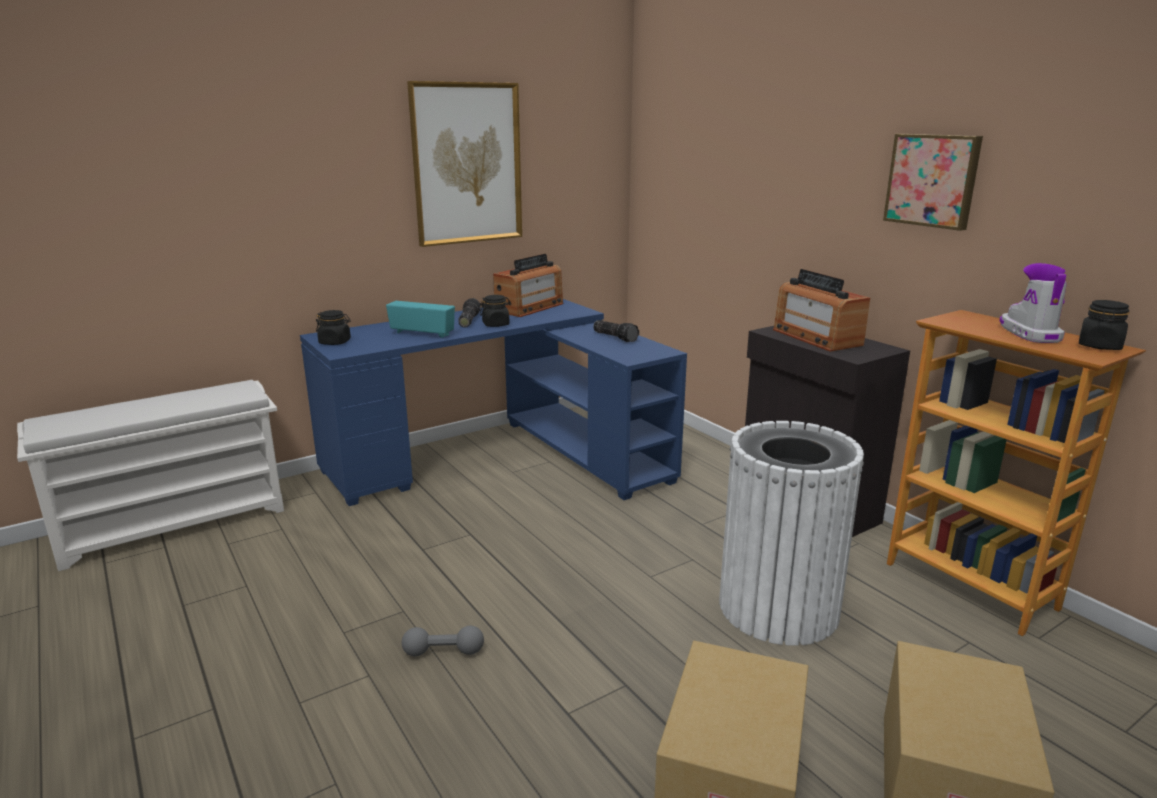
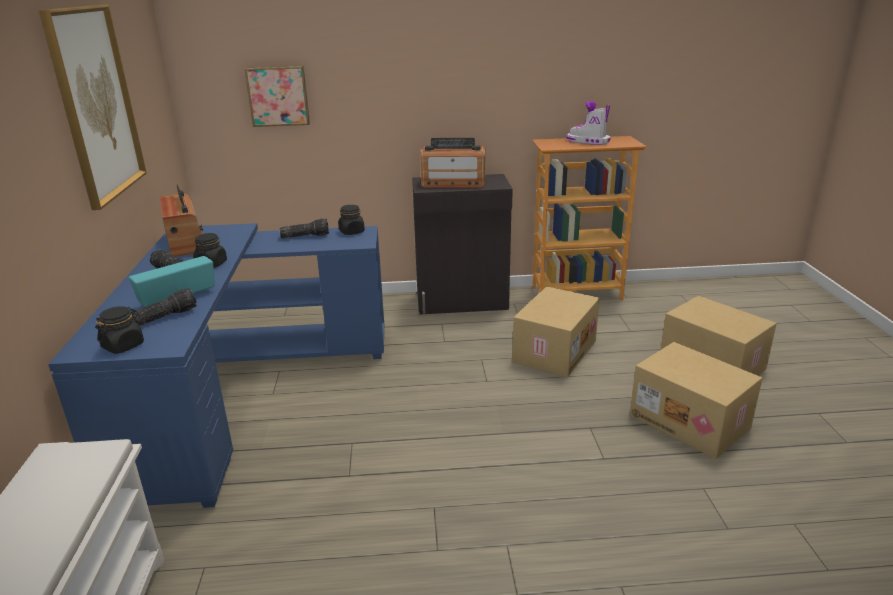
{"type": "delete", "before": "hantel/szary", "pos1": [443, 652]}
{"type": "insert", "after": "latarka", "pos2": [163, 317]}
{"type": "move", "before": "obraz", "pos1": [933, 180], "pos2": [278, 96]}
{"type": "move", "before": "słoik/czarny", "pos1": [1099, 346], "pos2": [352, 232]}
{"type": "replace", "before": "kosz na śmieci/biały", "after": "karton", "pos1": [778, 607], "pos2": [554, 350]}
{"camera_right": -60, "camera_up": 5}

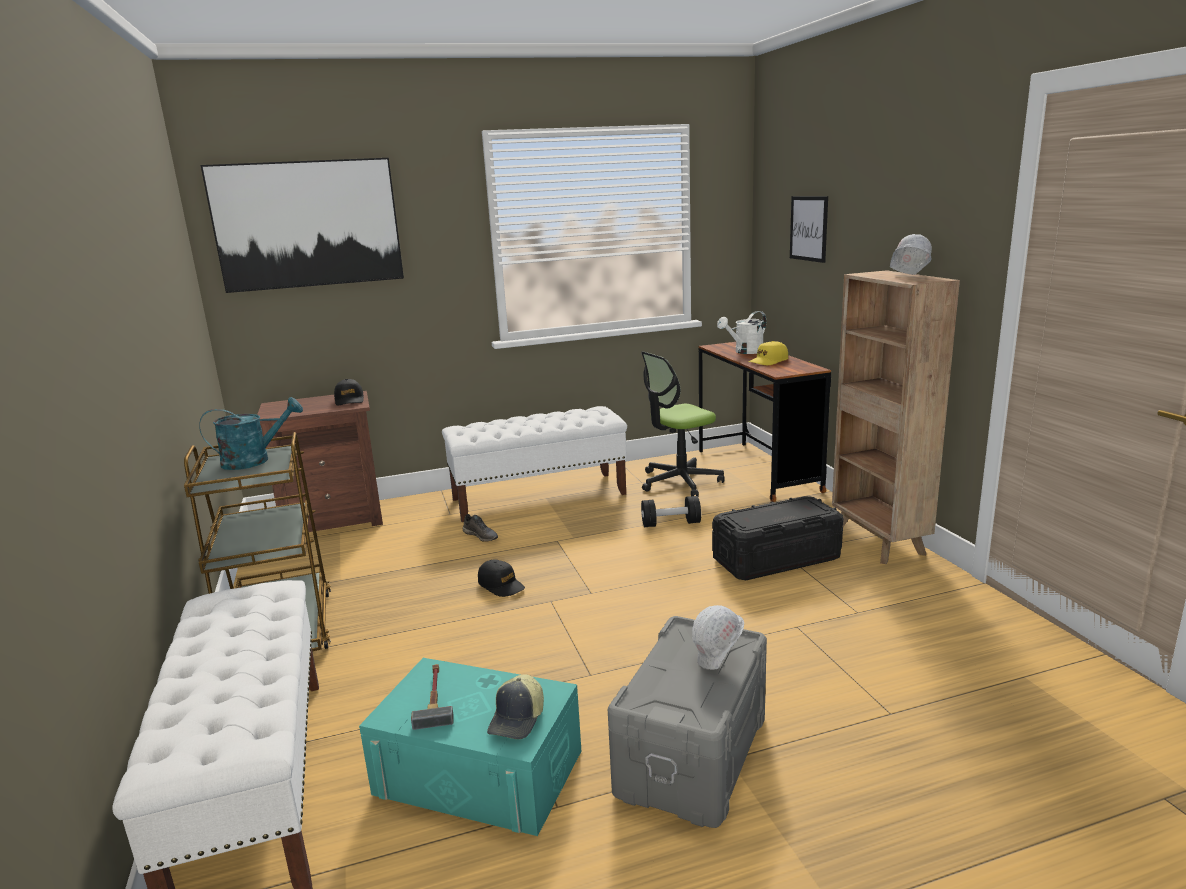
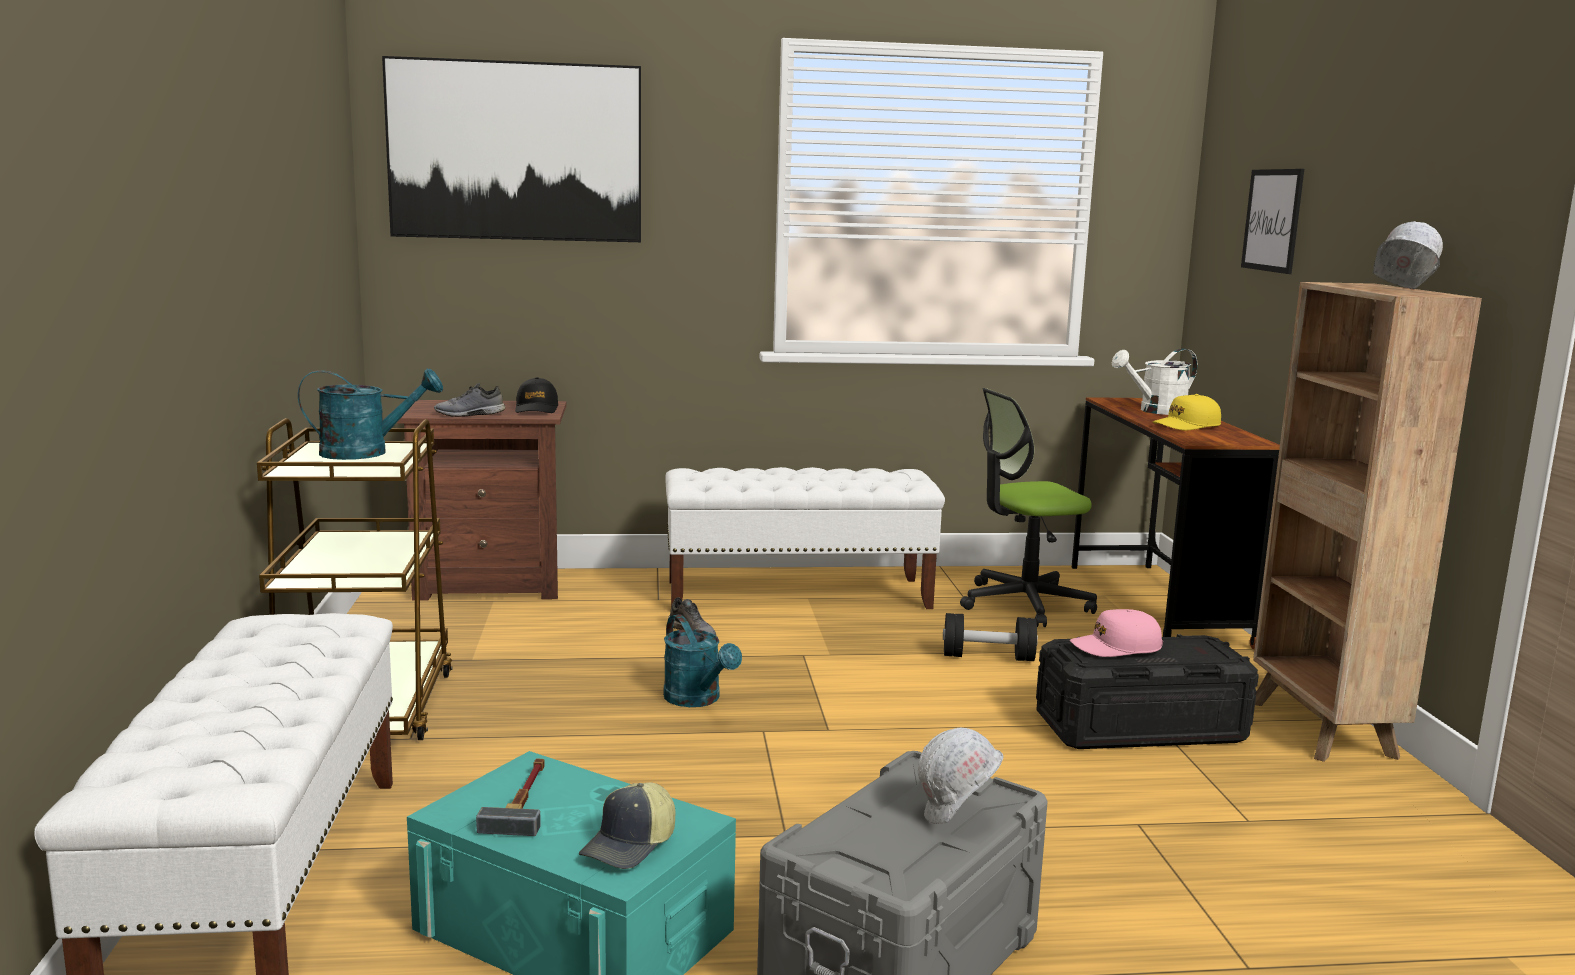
{"type": "insert", "after": "but/szary", "pos2": [469, 414]}
{"type": "insert", "after": "czapka z daszkiem/różowy", "pos2": [1116, 647]}
{"type": "replace", "before": "czapka z daszkiem/czarny", "after": "konewka/turkusowy", "pos1": [501, 585], "pos2": [698, 700]}
{"camera_right": 10, "camera_up": -5}

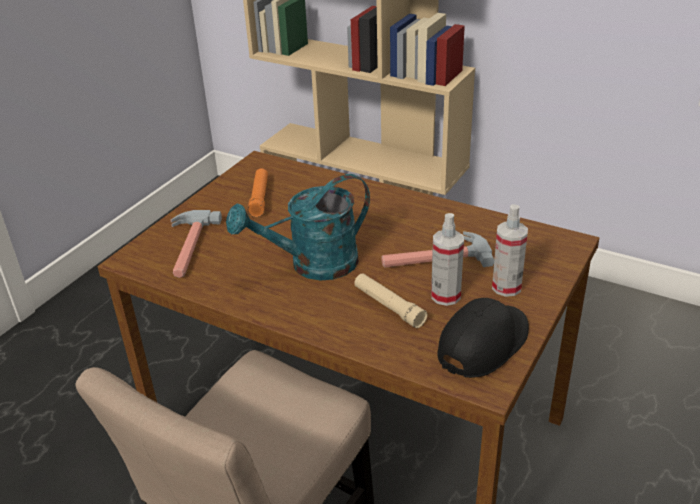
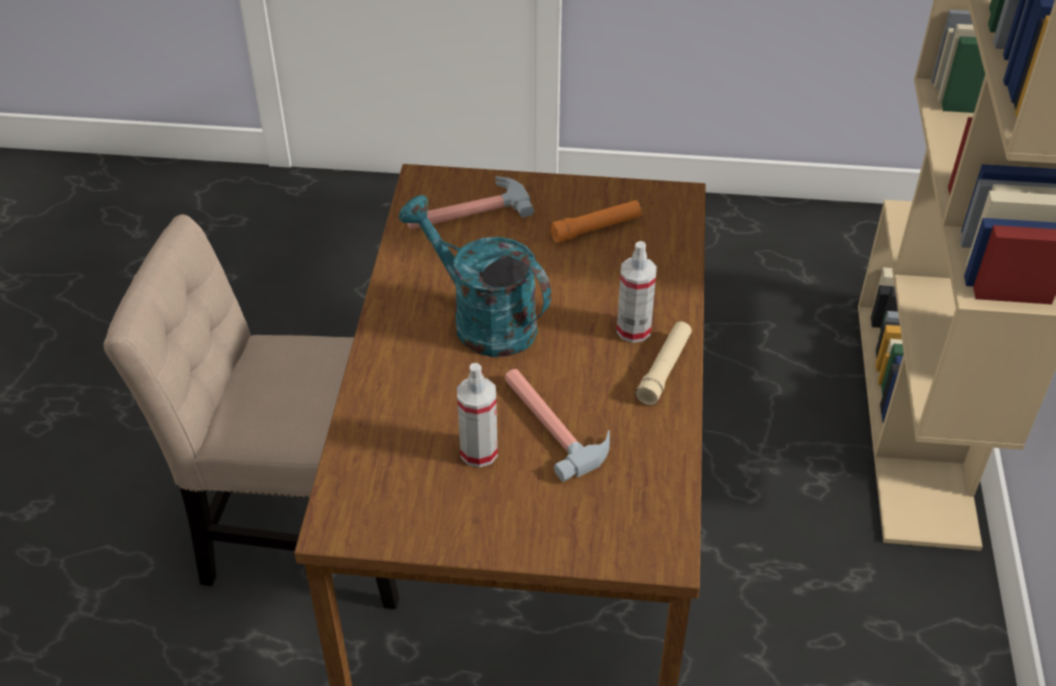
{"type": "delete", "before": "czapka z daszkiem/czarny", "pos1": [483, 344]}
{"type": "move", "before": "latarka/beżowy", "pos1": [388, 306], "pos2": [664, 369]}
{"type": "move", "before": "spryskiwacz", "pos1": [506, 287], "pos2": [633, 330]}
{"camera_right": 65, "camera_up": 10}

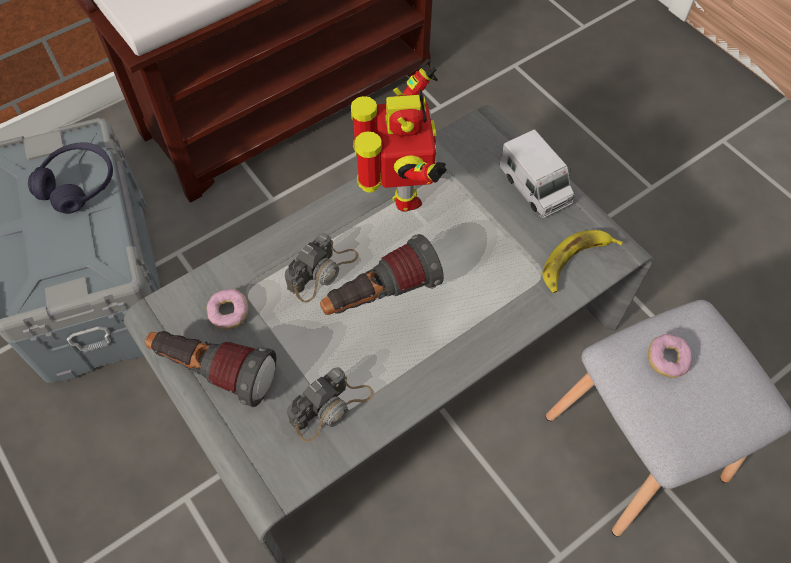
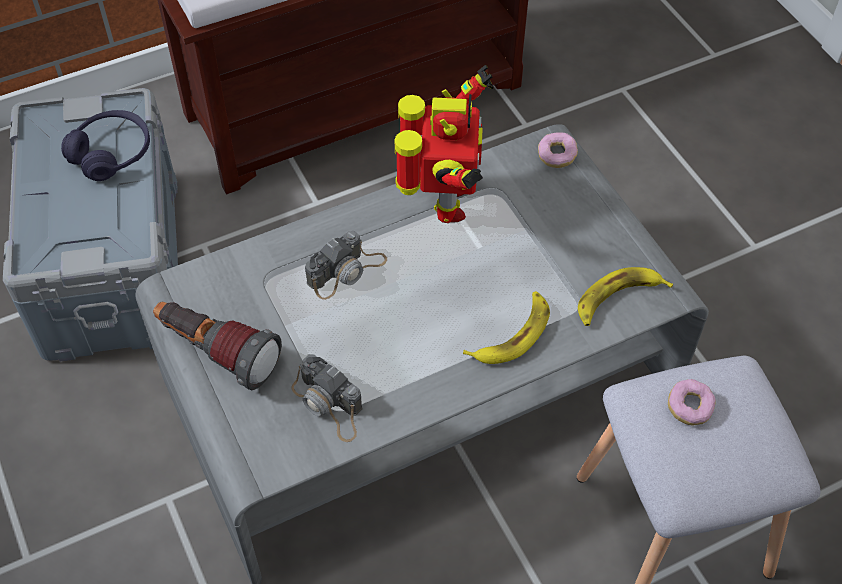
{"type": "delete", "before": "latarka", "pos1": [380, 296]}
{"type": "delete", "before": "ciężarówka zabawkowa", "pos1": [534, 187]}
{"type": "insert", "after": "banan", "pos2": [512, 334]}
{"type": "move", "before": "donut", "pos1": [229, 313], "pos2": [556, 156]}
{"type": "rotate", "before": "aparat fotograficzny", "pos1": [331, 407], "pos2": [329, 404], "turn": 75}
{"camera_right": 10, "camera_up": -5}

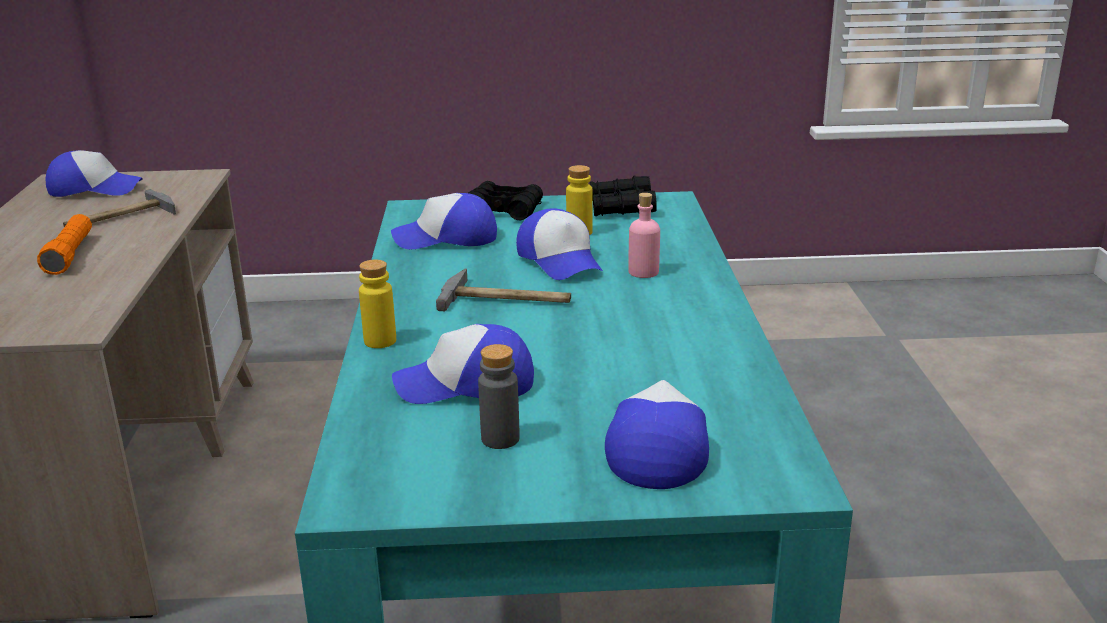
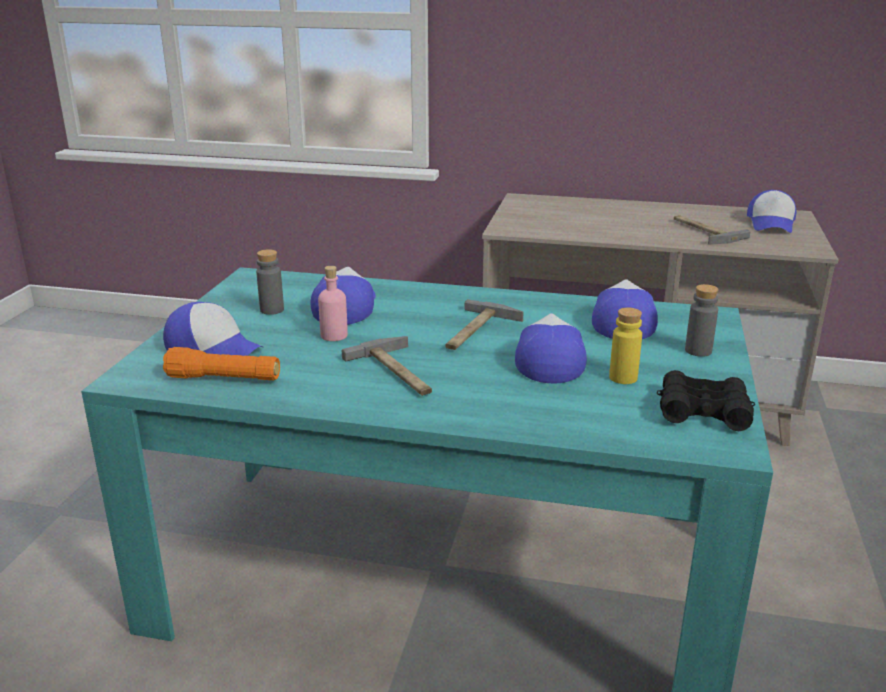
{"type": "delete", "before": "butelka/żółty", "pos1": [380, 341]}
{"type": "insert", "after": "młotek", "pos2": [399, 372]}
{"type": "move", "before": "latarka/pomarańczowy", "pos1": [70, 255], "pos2": [224, 379]}
{"type": "move", "before": "butelka/różowy", "pos1": [643, 272], "pos2": [334, 335]}
{"type": "replace", "before": "lornetka/czarny", "after": "butelka/szary", "pos1": [503, 211], "pos2": [698, 351]}
{"type": "rotate", "before": "czapka z daszkiem", "pos1": [560, 260], "pos2": [548, 360], "turn": 105}
{"camera_right": 105, "camera_up": 0}

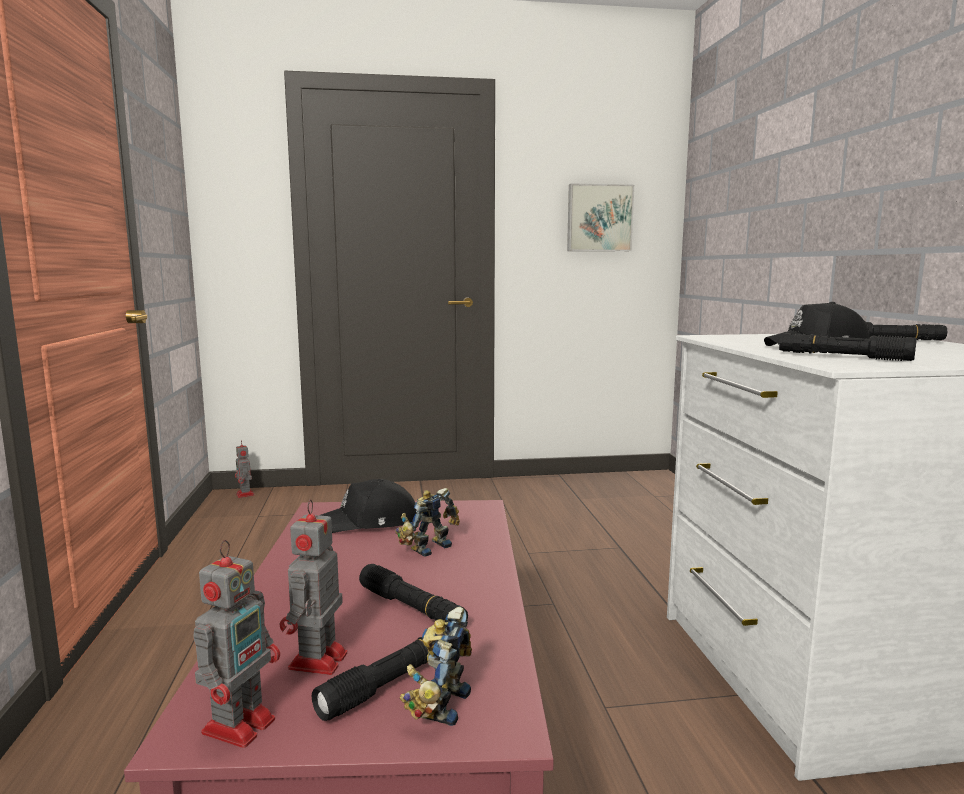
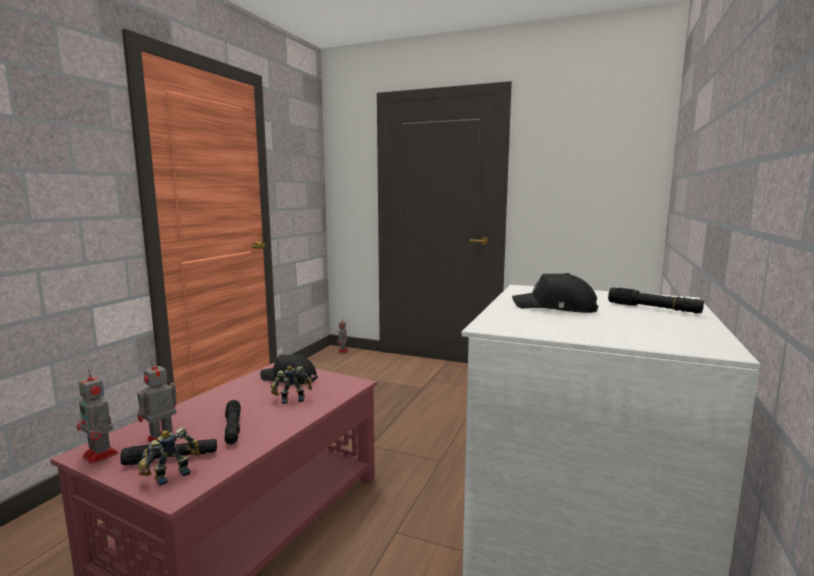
{"type": "delete", "before": "obraz", "pos1": [599, 218]}
{"type": "delete", "before": "latarka/czarny", "pos1": [842, 357]}
{"type": "rotate", "before": "robot zabawkowy", "pos1": [241, 723], "pos2": [101, 455], "turn": 75}
{"camera_right": 30, "camera_up": 0}

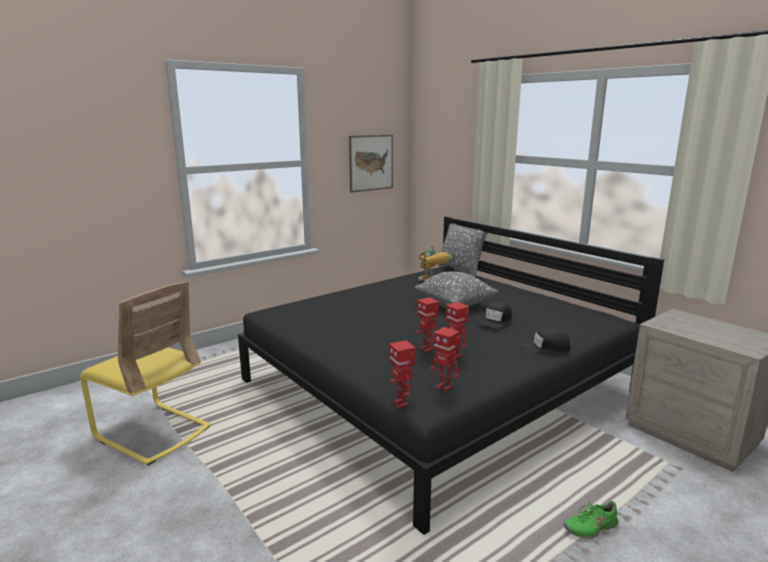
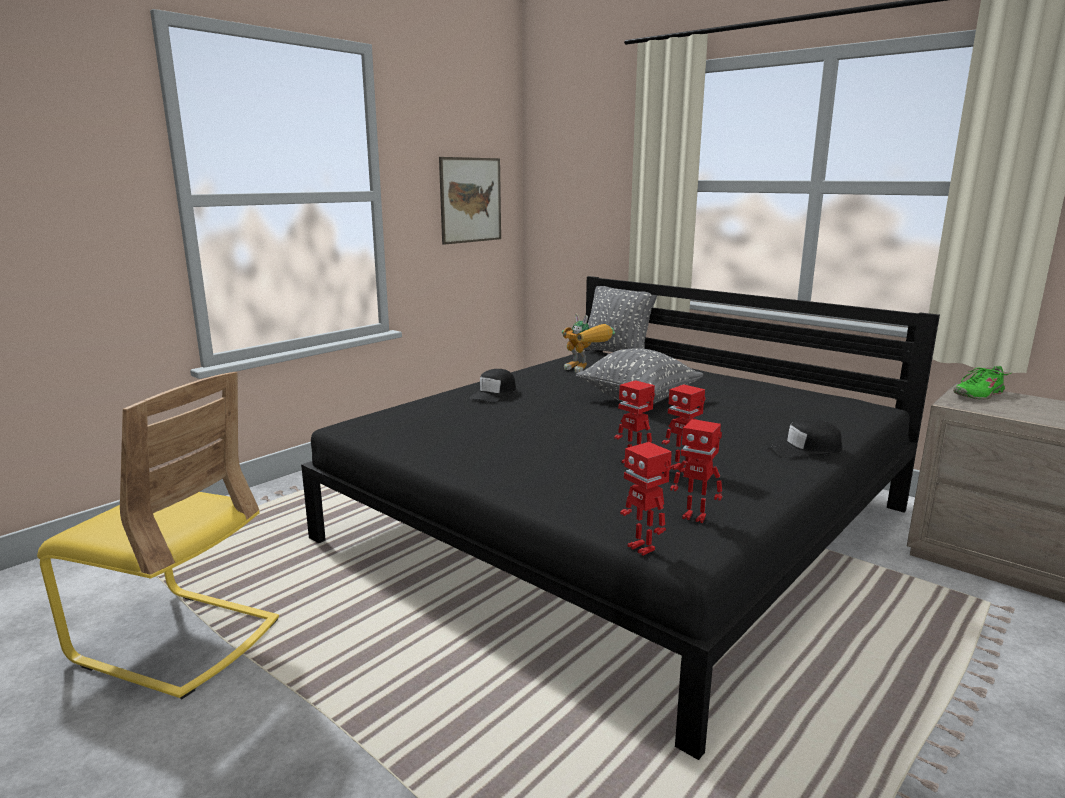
{"type": "move", "before": "czapka z daszkiem/czarny", "pos1": [496, 321], "pos2": [494, 394]}
{"type": "move", "before": "but/zielony", "pos1": [590, 527], "pos2": [978, 395]}
{"camera_right": -10, "camera_up": 0}

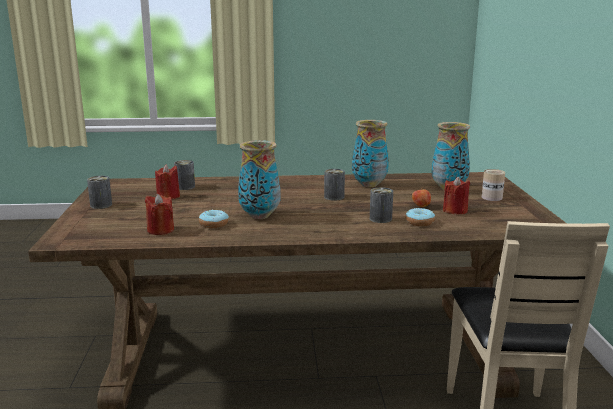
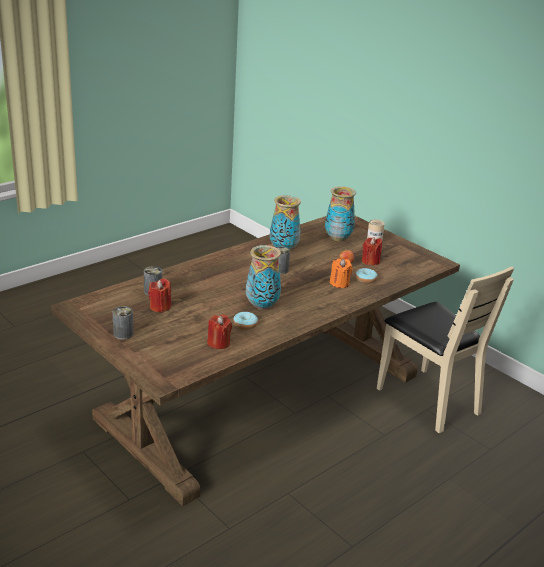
{"type": "replace", "before": "puszka", "after": "świeca/pomarańczowy", "pos1": [380, 219], "pos2": [339, 283]}
{"camera_right": -40, "camera_up": 10}

